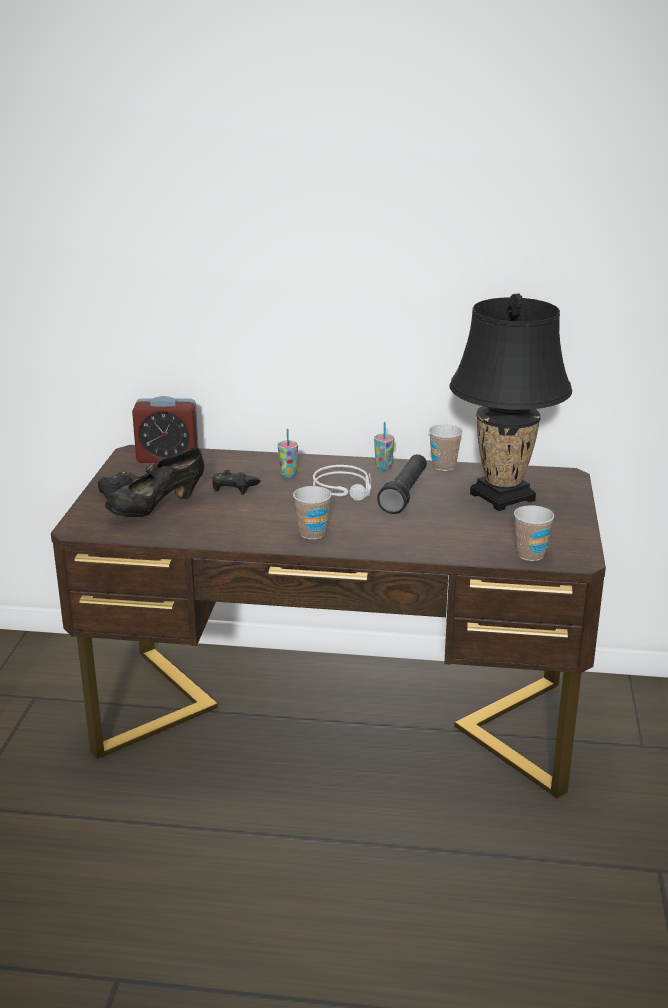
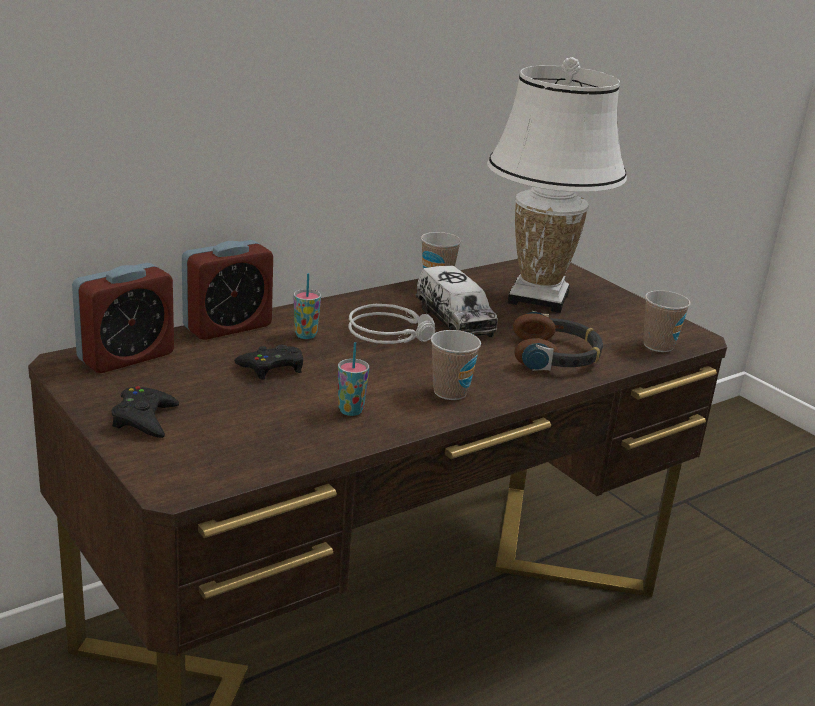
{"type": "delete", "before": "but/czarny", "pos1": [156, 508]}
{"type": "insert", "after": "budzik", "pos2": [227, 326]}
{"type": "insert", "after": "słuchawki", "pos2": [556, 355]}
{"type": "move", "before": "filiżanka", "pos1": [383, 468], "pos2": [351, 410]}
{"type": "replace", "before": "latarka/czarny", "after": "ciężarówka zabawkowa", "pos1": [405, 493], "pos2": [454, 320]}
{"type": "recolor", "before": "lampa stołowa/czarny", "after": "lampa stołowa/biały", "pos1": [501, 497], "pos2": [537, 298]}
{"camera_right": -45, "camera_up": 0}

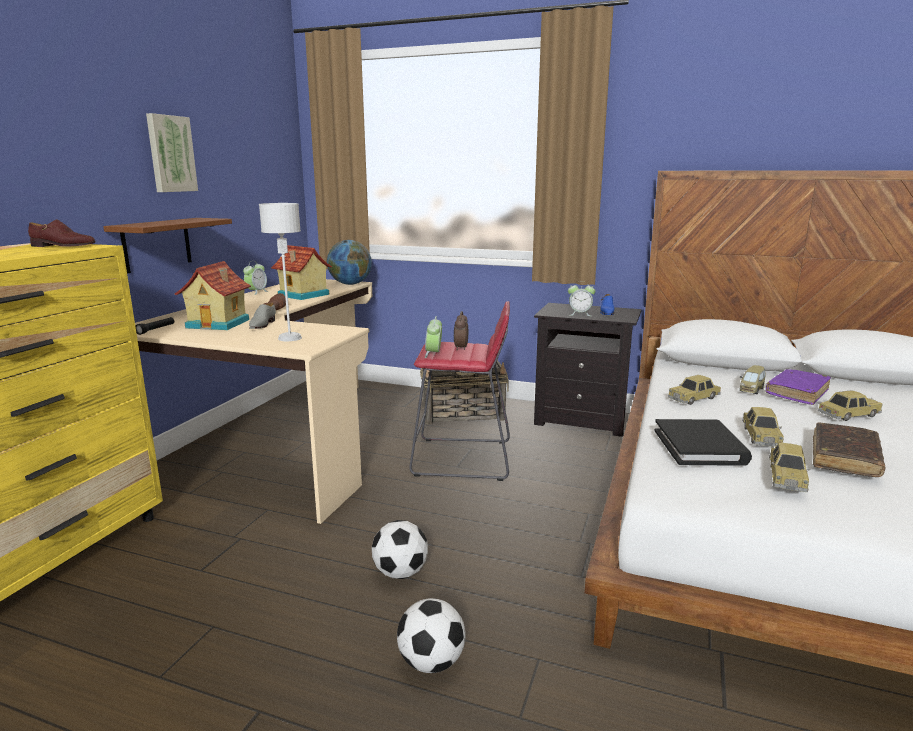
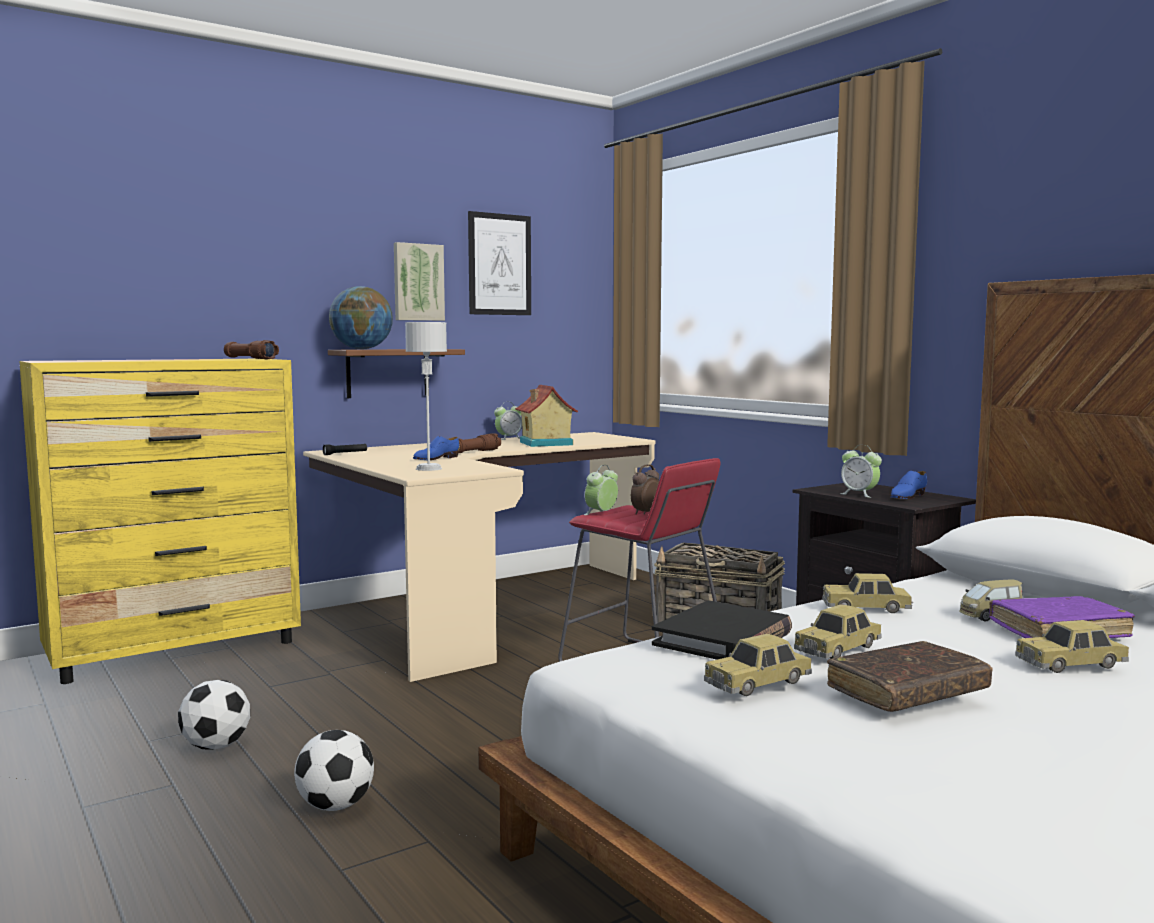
{"type": "delete", "before": "domek", "pos1": [219, 324]}
{"type": "insert", "after": "obraz", "pos2": [499, 264]}
{"type": "move", "before": "globus", "pos1": [350, 284], "pos2": [361, 349]}
{"type": "move", "before": "piłka futbolowa", "pos1": [400, 573], "pos2": [216, 746]}
{"type": "replace", "before": "but/brązowy", "after": "latarka/brązowy", "pos1": [63, 246], "pos2": [250, 359]}
{"type": "recolor", "before": "but/szary", "after": "but/niebieski", "pos1": [262, 325], "pos2": [436, 459]}
{"type": "rotate", "before": "samochodzik", "pos1": [848, 415], "pos2": [1071, 664], "turn": 150}
{"camera_right": 35, "camera_up": -10}

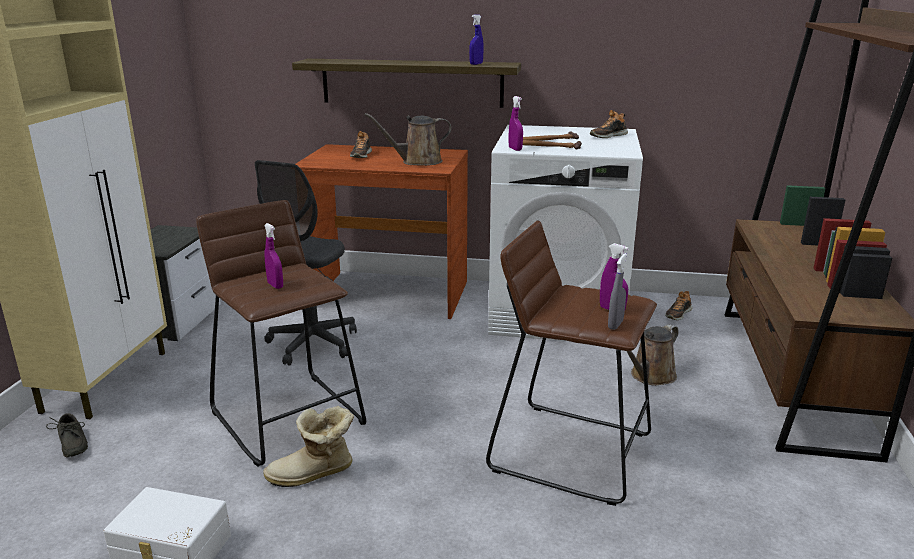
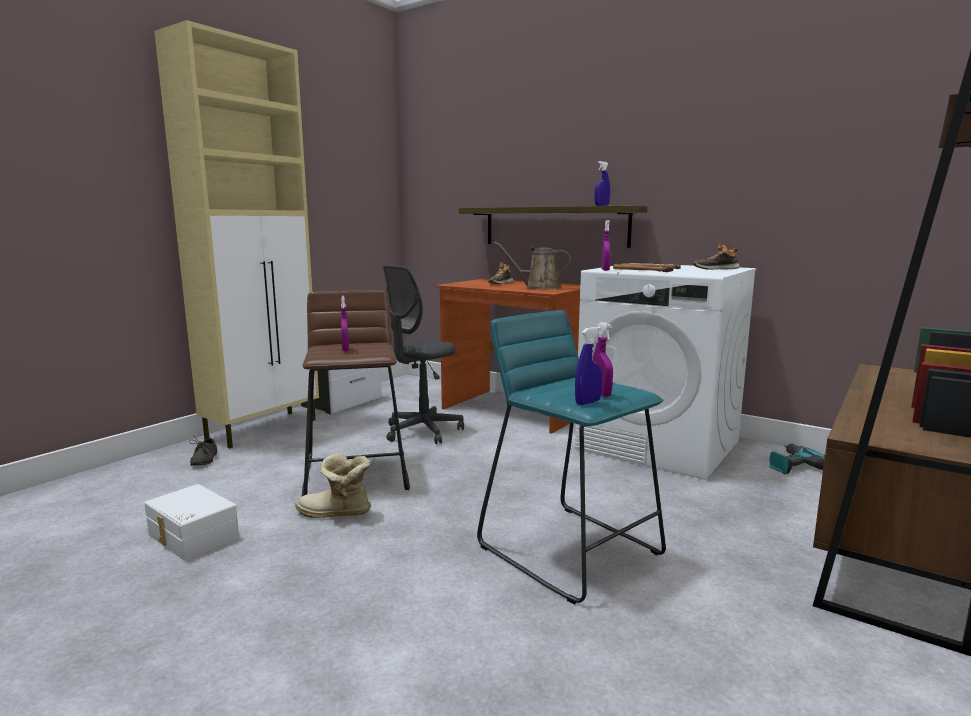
{"type": "delete", "before": "konewka/brązowy", "pos1": [650, 376]}
{"type": "replace", "before": "but", "after": "wiertarka", "pos1": [678, 314], "pos2": [791, 465]}
{"type": "recolor", "before": "stołek/brązowy", "after": "stołek/turkusowy", "pos1": [570, 451], "pos2": [570, 549]}
{"type": "recolor", "before": "spryskiwacz/szary", "after": "spryskiwacz/niebieski", "pos1": [615, 324], "pos2": [587, 402]}
{"camera_right": 25, "camera_up": -10}

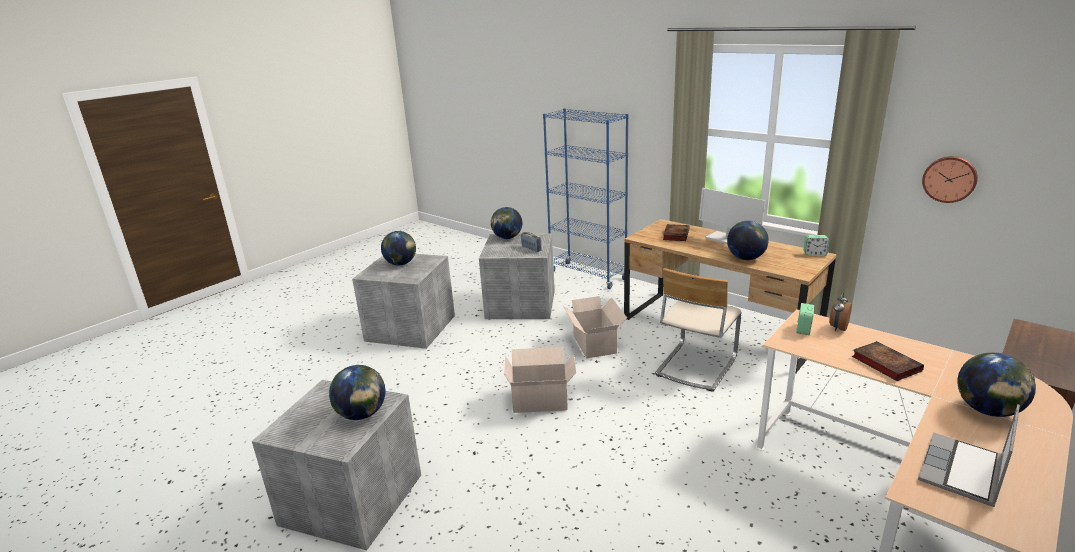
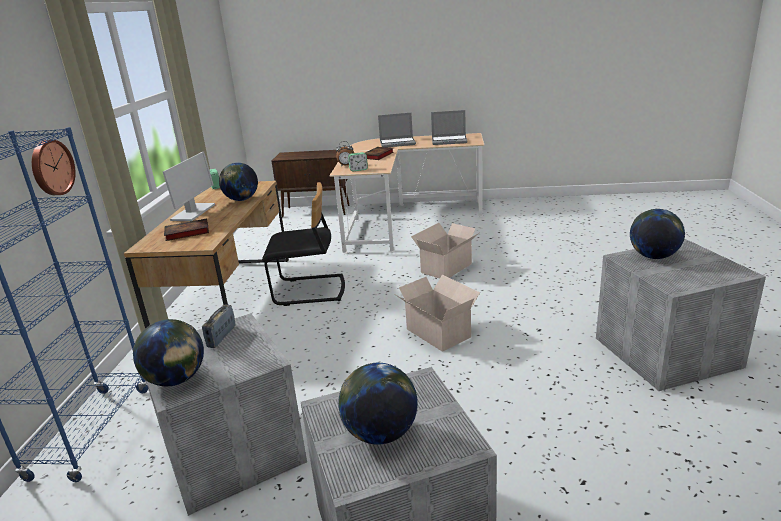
{"type": "move", "before": "karton", "pos1": [594, 345], "pos2": [447, 268]}
{"type": "move", "before": "zegar ścienny", "pos1": [949, 179], "pos2": [51, 167]}
{"type": "replace", "before": "globus", "after": "laptop", "pos1": [987, 411], "pos2": [398, 143]}
{"type": "recolor", "before": "krzesło/beżowy", "after": "krzesło/czarny", "pos1": [695, 366], "pos2": [309, 291]}
{"camera_right": -125, "camera_up": 0}

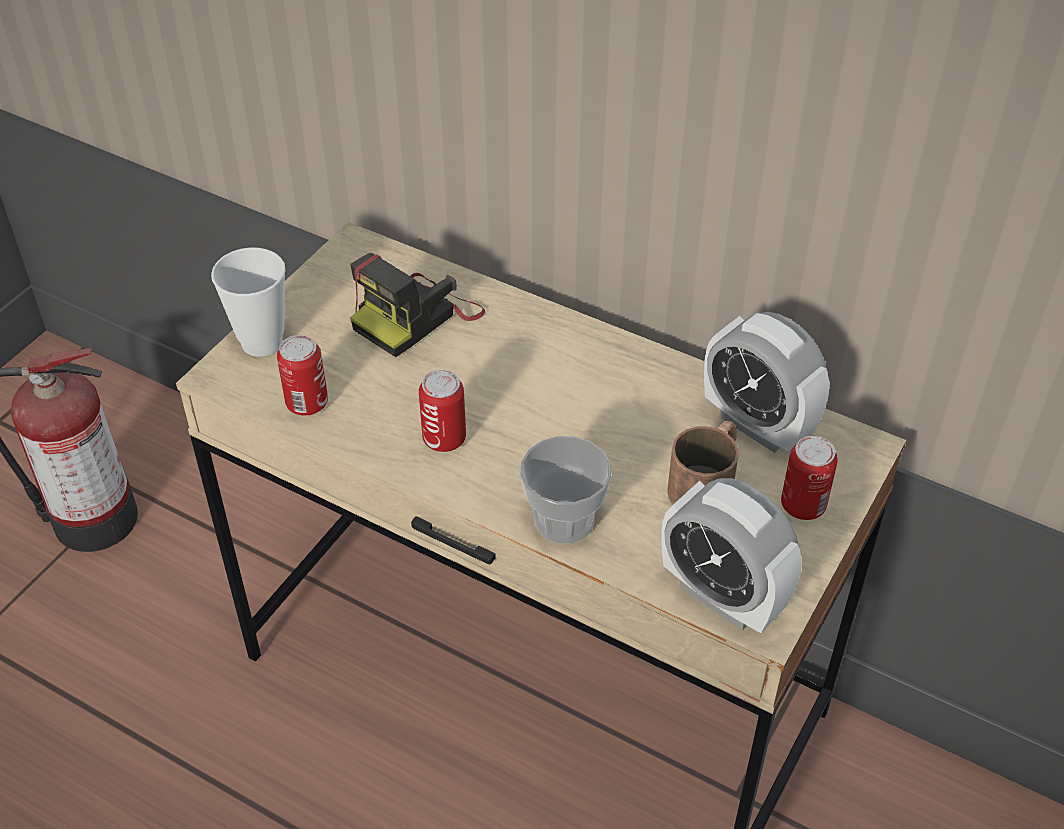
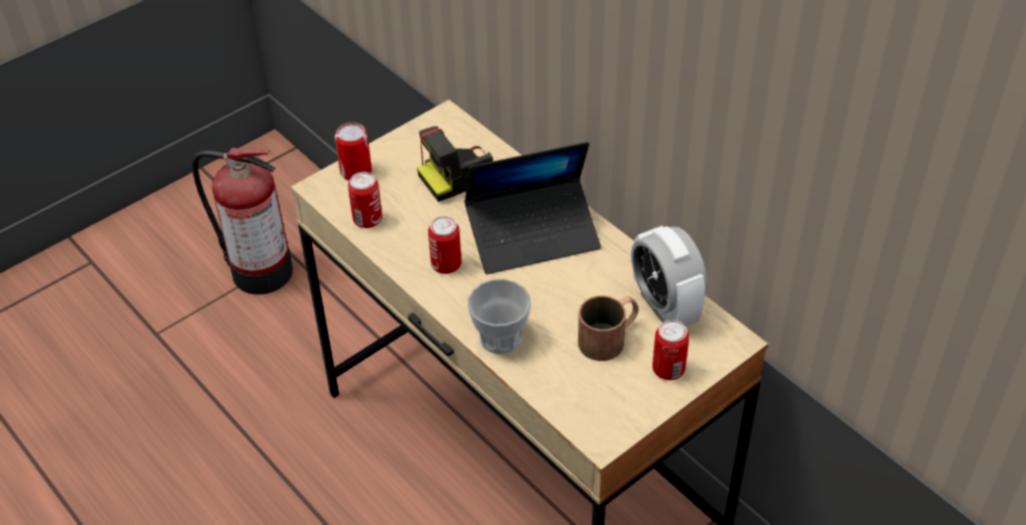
{"type": "delete", "before": "budzik", "pos1": [722, 596]}
{"type": "insert", "after": "laptop", "pos2": [533, 235]}
{"type": "replace", "before": "filiżanka", "after": "puszka", "pos1": [262, 342], "pos2": [356, 171]}
{"camera_right": 20, "camera_up": 0}

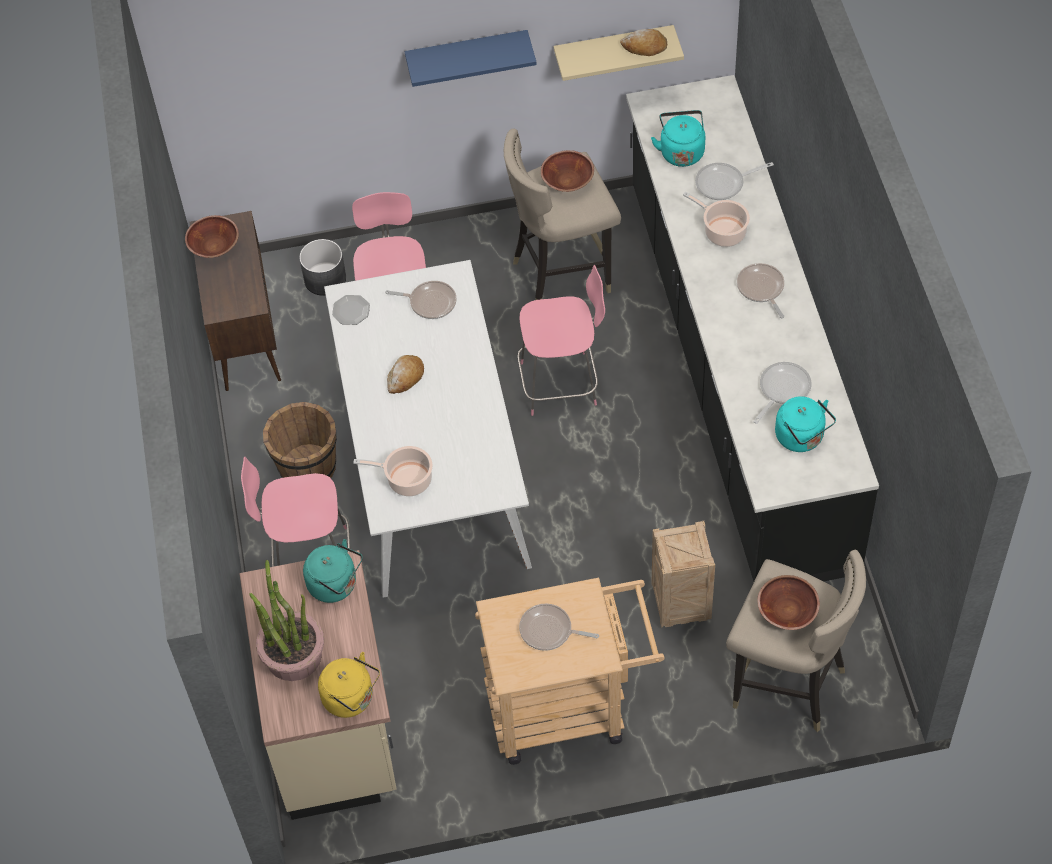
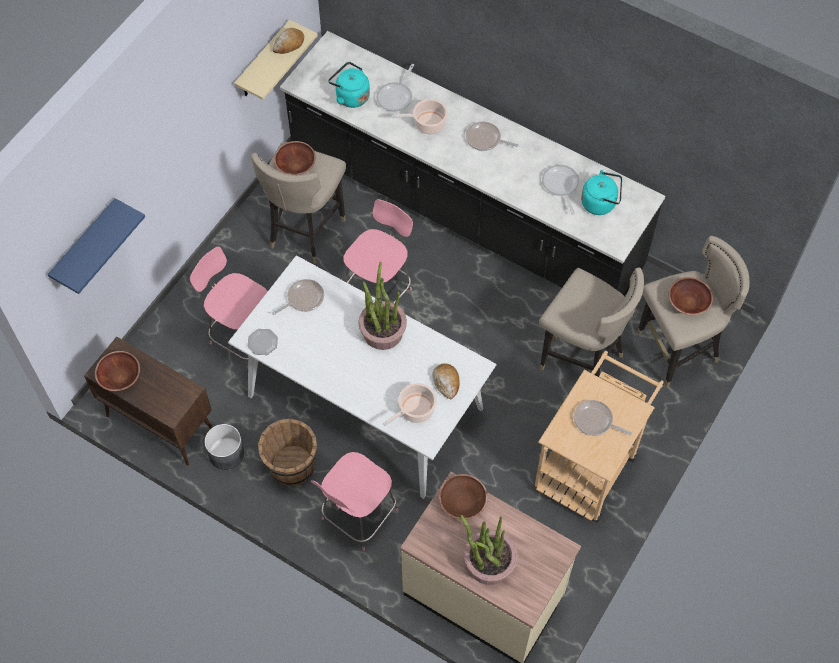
{"type": "delete", "before": "czajnik/żółty", "pos1": [351, 698]}
{"type": "insert", "after": "roślina doniczkowa", "pos2": [382, 332]}
{"type": "move", "before": "donica/szary", "pos1": [325, 279], "pos2": [226, 453]}
{"type": "move", "before": "chleb", "pos1": [405, 377], "pos2": [446, 382]}
{"type": "move", "before": "półka/niebieski", "pos1": [467, 55], "pos2": [85, 245]}
{"type": "replace", "before": "czajnik/turkusowy", "after": "miska/brązowy", "pos1": [336, 585], "pos2": [463, 502]}
{"type": "replace", "before": "skrzynka", "after": "stołek/beżowy", "pos1": [680, 606], "pos2": [581, 359]}
{"type": "rotate", "before": "patelnia", "pos1": [549, 631], "pos2": [595, 421], "turn": 60}
{"camera_right": -50, "camera_up": 5}

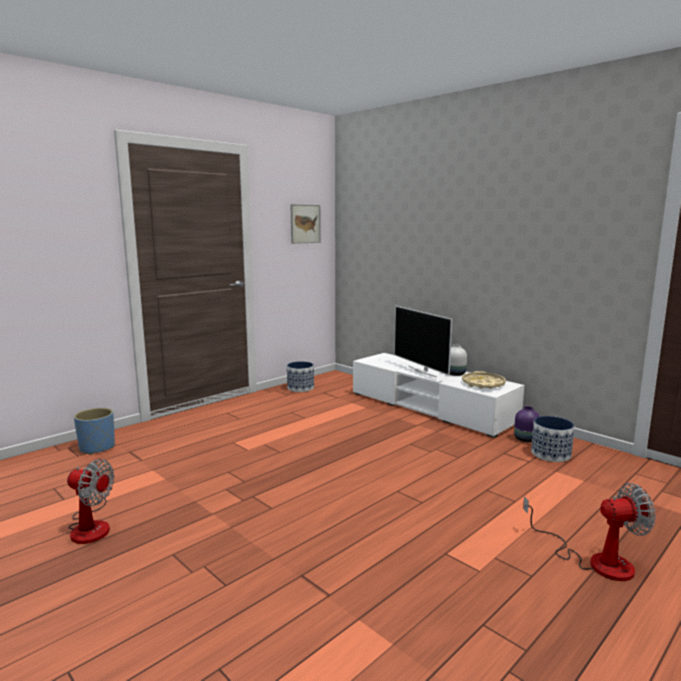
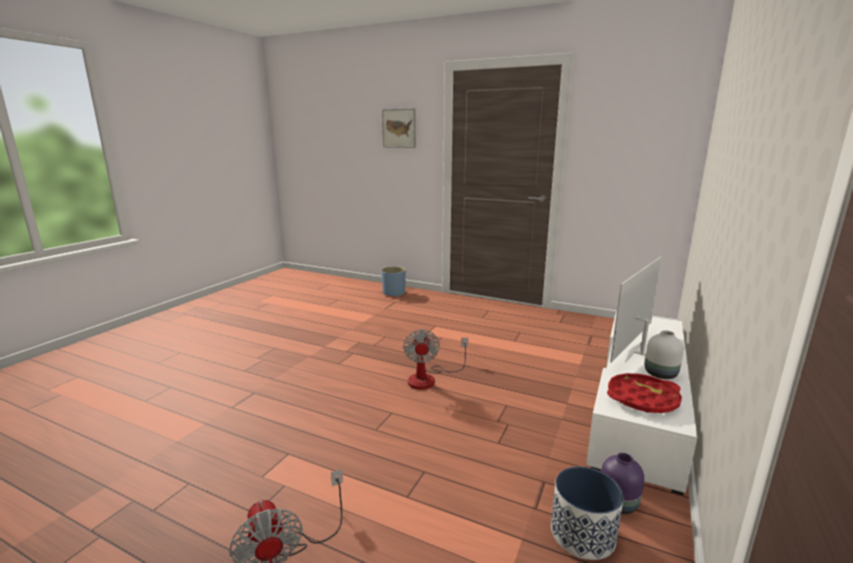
{"type": "delete", "before": "donica", "pos1": [300, 388]}
{"type": "move", "before": "wentylator", "pos1": [91, 525], "pos2": [429, 378]}
{"type": "move", "before": "obraz", "pos1": [305, 224], "pos2": [399, 128]}
{"type": "recolor", "before": "taca/beżowy", "after": "taca/czerwony", "pos1": [483, 384], "pos2": [642, 398]}
{"camera_right": 70, "camera_up": 5}

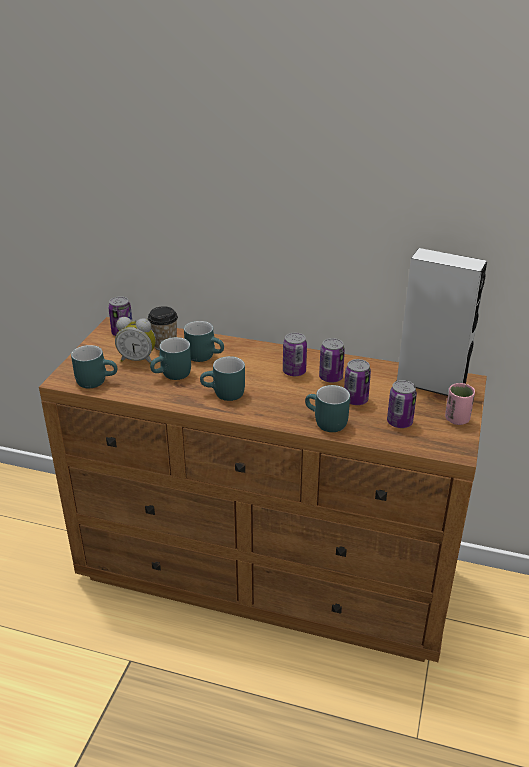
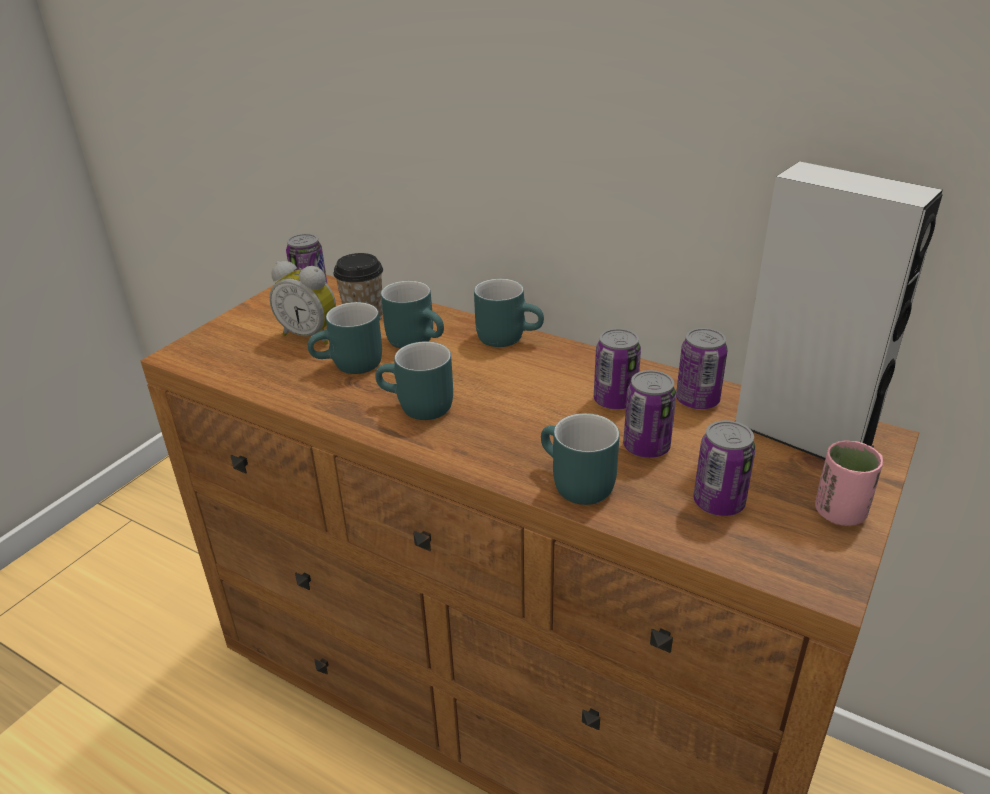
{"type": "move", "before": "kubek/turkusowy", "pos1": [96, 380], "pos2": [508, 336]}
{"type": "move", "before": "puszka", "pos1": [294, 372], "pos2": [697, 400]}
{"camera_right": 15, "camera_up": 0}

